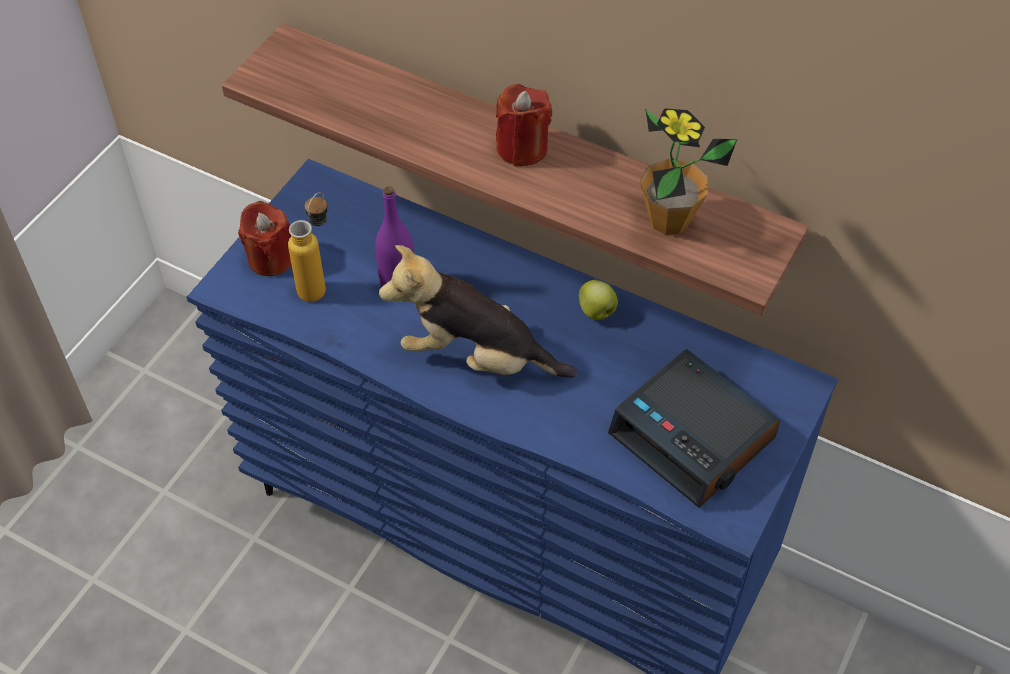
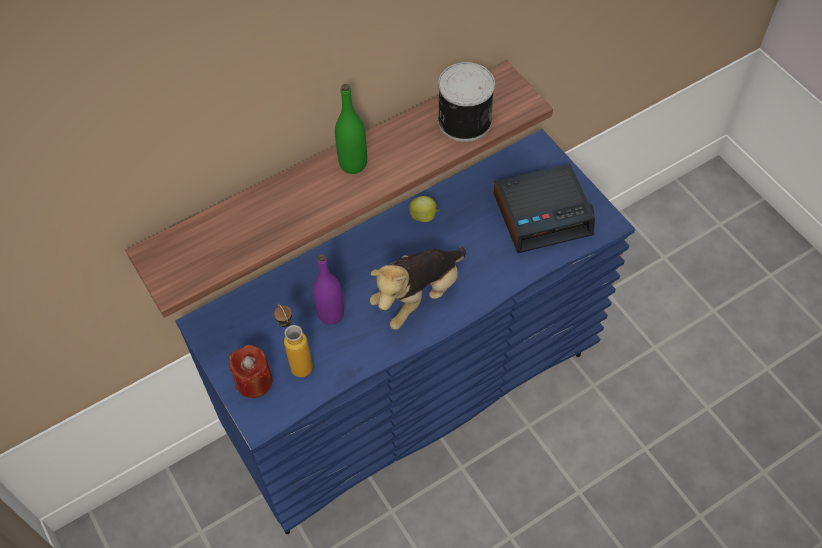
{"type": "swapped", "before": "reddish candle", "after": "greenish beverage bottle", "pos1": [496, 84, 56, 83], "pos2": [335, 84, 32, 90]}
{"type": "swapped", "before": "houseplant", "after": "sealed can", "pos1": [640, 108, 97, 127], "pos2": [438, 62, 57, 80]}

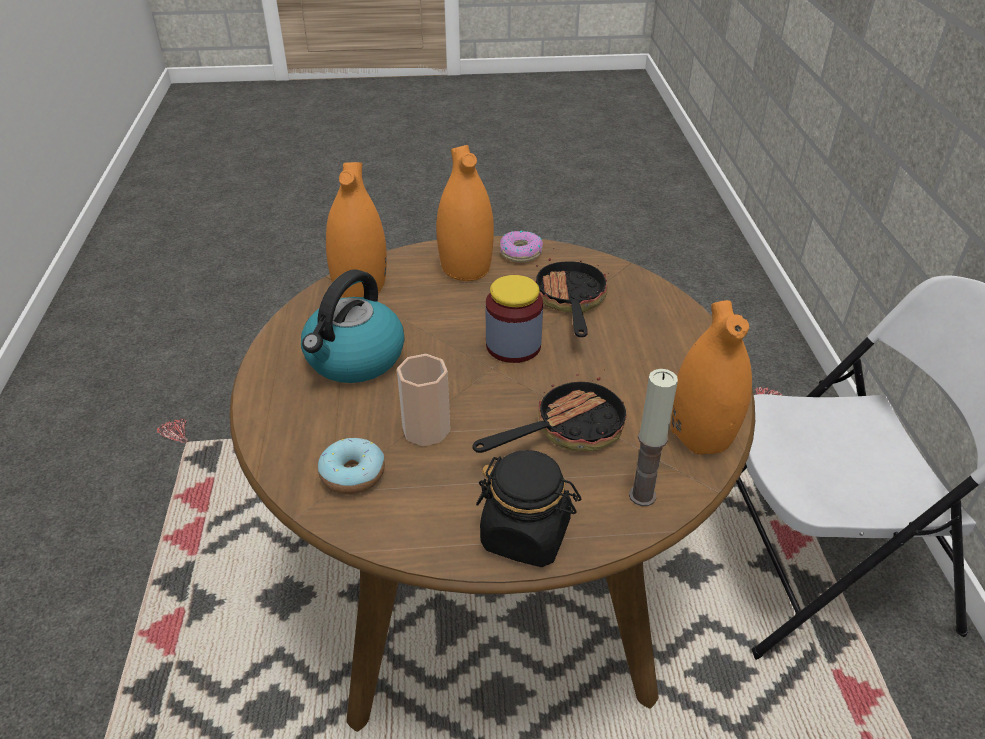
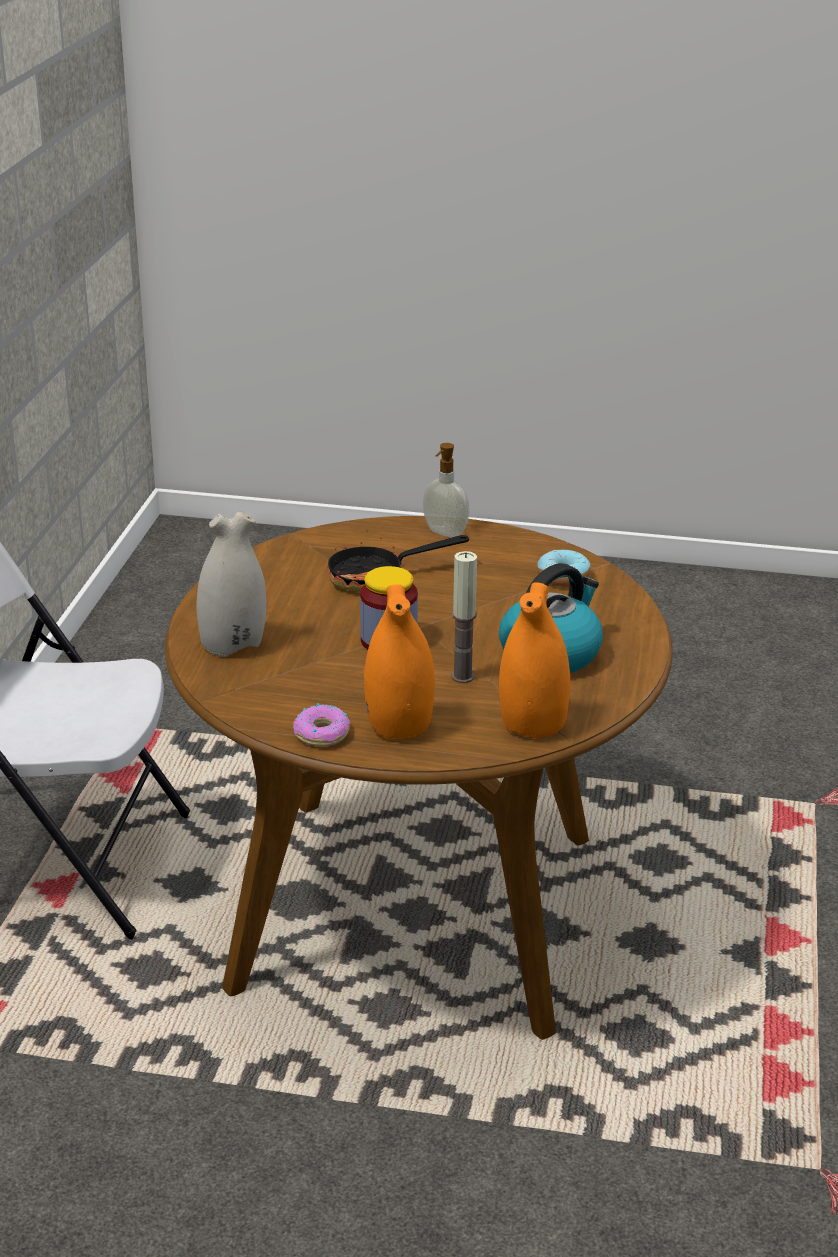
{"type": "gone", "before": "frying pan", "pos1": [535, 248, 74, 89]}
{"type": "gone", "before": "orange flower vase", "pos1": [671, 300, 81, 154]}
{"type": "gone", "before": "drinking cup", "pos1": [397, 354, 53, 92]}
{"type": "shifted", "before": "candle", "pos1": [629, 369, 49, 137], "pos2": [451, 551, 26, 132]}
{"type": "swapped", "before": "black-coloured jar", "after": "liquid soap bottle", "pos1": [476, 450, 105, 117], "pos2": [423, 443, 46, 94]}
{"type": "new", "after": "white-coloured flower vase", "pos2": [196, 512, 70, 145]}

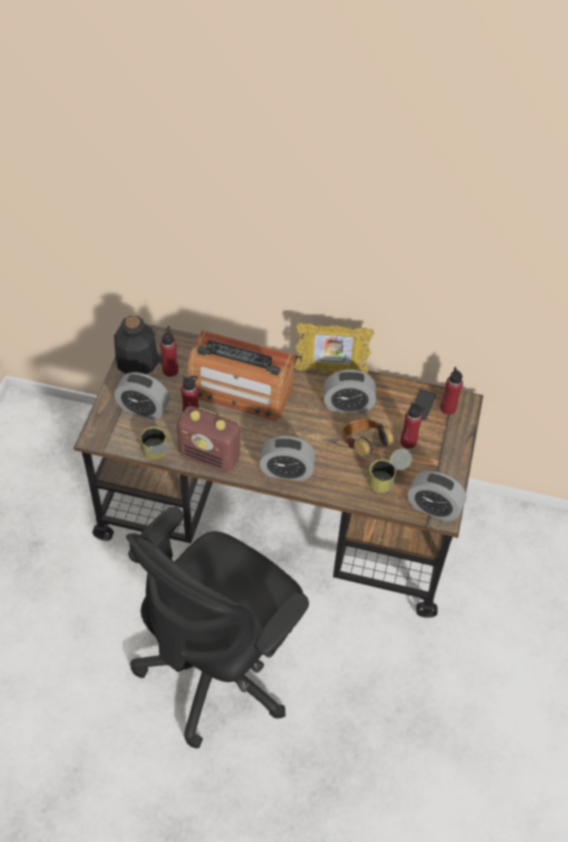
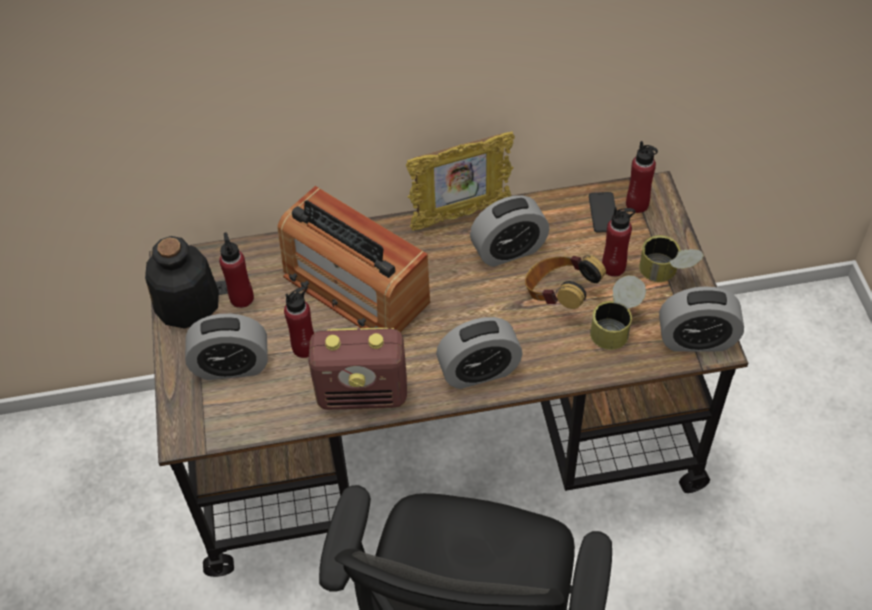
{"type": "rotated", "before": "radio", "pos1": [188, 330, 106, 91], "pos2": [277, 186, 153, 147], "turn": 45}
{"type": "shifted", "before": "sealed can", "pos1": [140, 427, 32, 33], "pos2": [639, 235, 65, 47]}

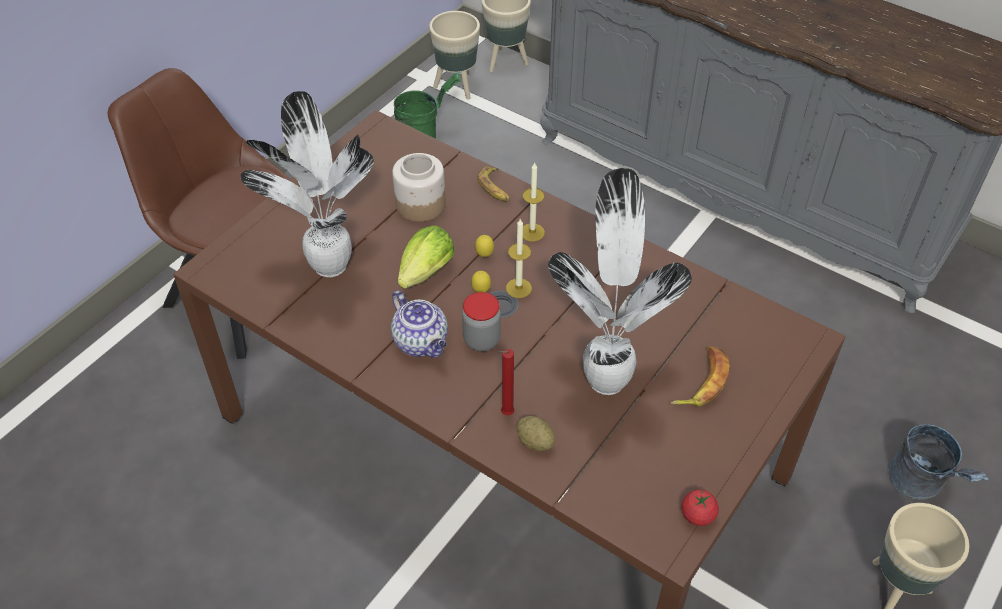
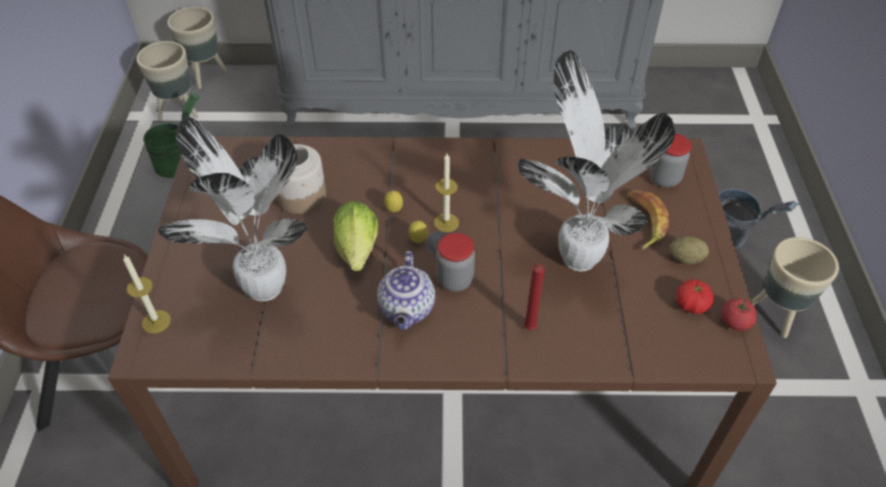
{"type": "shifted", "before": "candle", "pos1": [523, 162, 22, 80], "pos2": [123, 255, 48, 79]}
{"type": "gone", "before": "banana", "pos1": [478, 167, 32, 35]}
{"type": "rotated", "before": "pot for tea", "pos1": [391, 290, 57, 68], "pos2": [377, 251, 58, 79], "turn": 75}
{"type": "shifted", "before": "whole potato", "pos1": [517, 416, 38, 35], "pos2": [669, 236, 40, 28]}
{"type": "new", "after": "jar", "pos2": [649, 133, 42, 54]}
{"type": "new", "after": "fresh tomato", "pos2": [676, 280, 38, 34]}

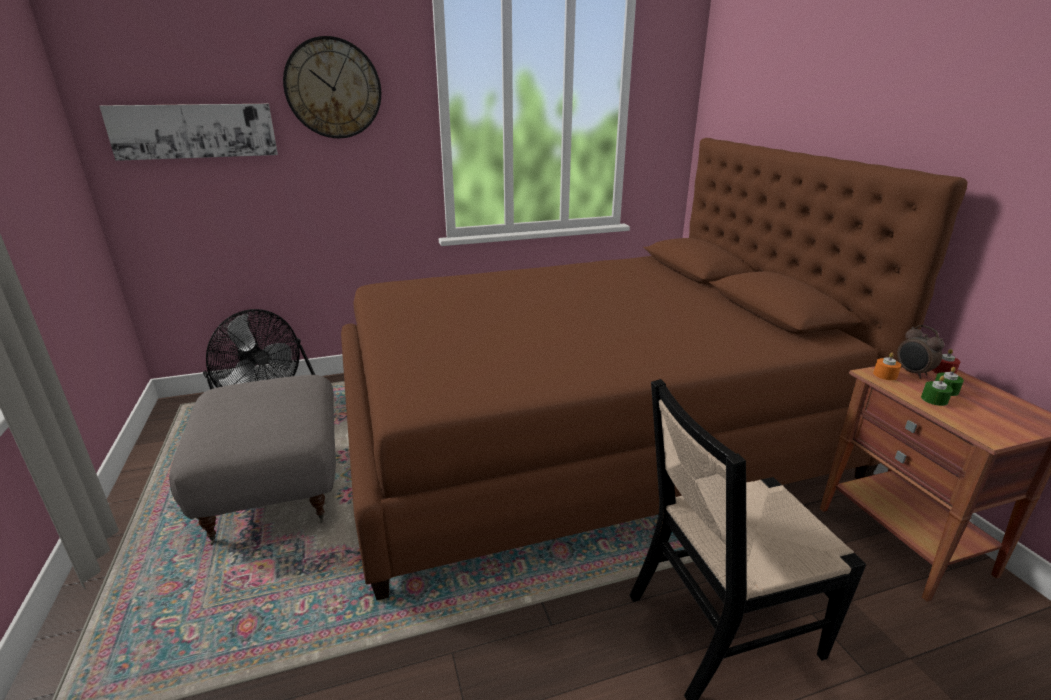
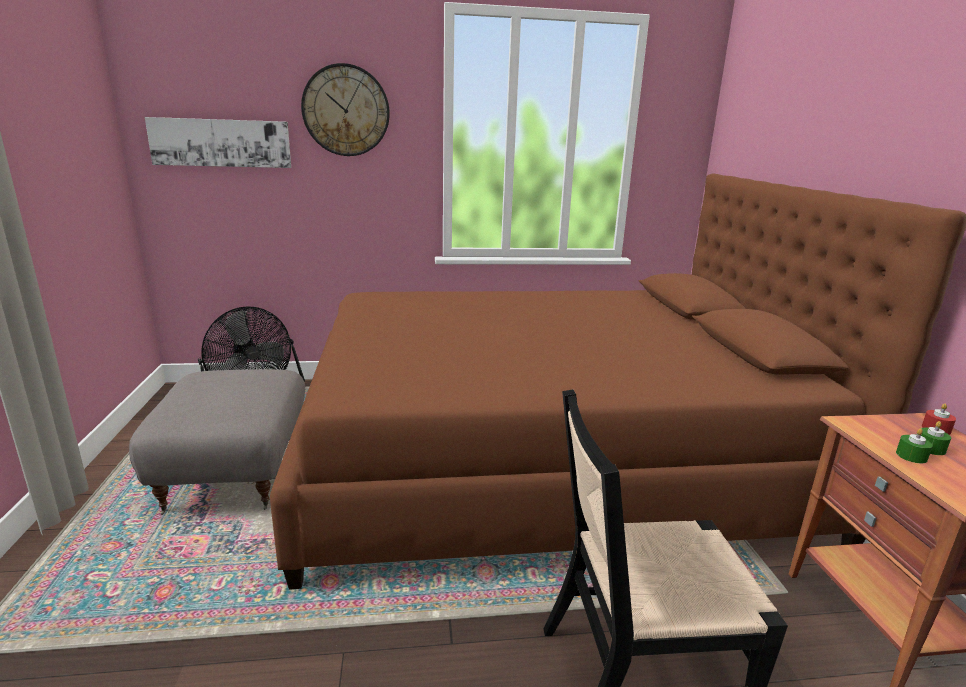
{"type": "gone", "before": "bedside clock", "pos1": [897, 325, 48, 54]}
{"type": "gone", "before": "orange candle", "pos1": [873, 353, 28, 27]}

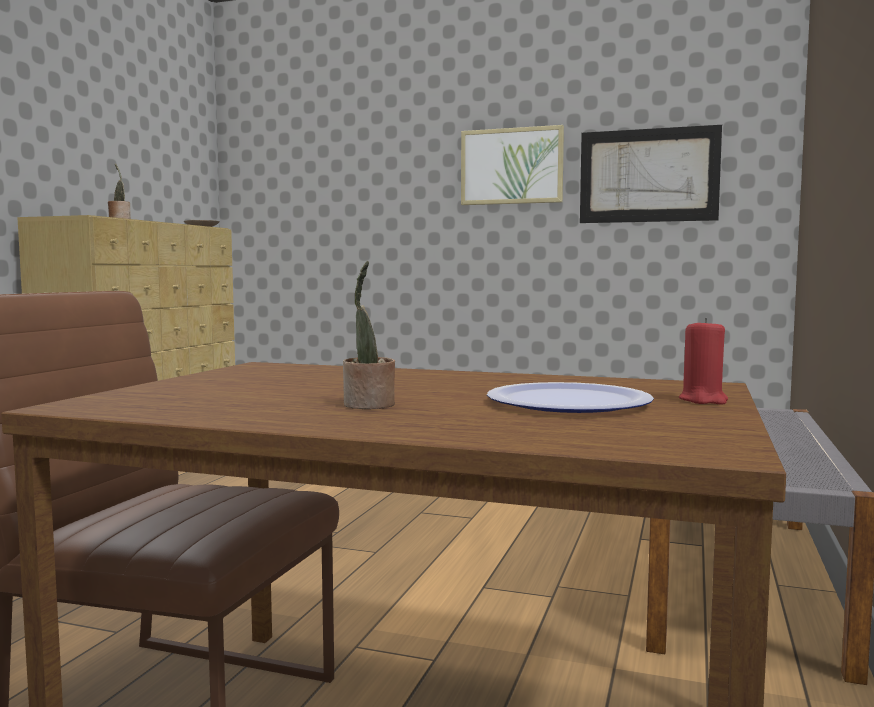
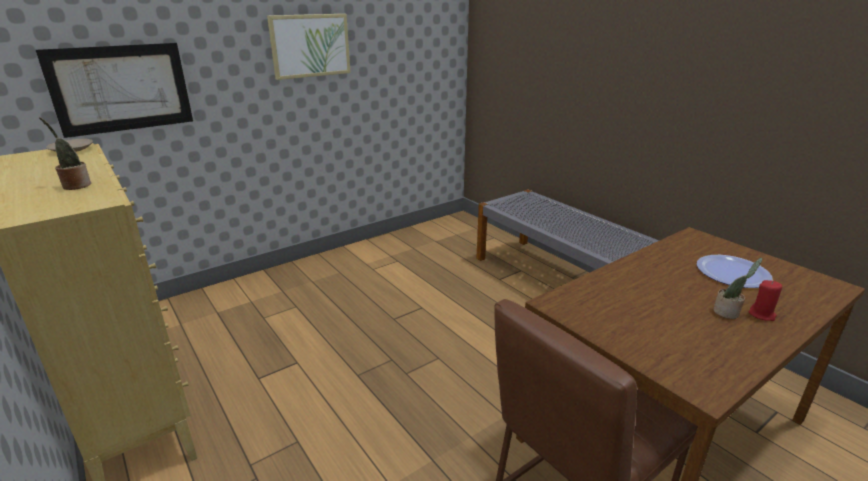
{"type": "shifted", "before": "picture", "pos1": [580, 125, 142, 98], "pos2": [36, 43, 157, 95]}
{"type": "shifted", "before": "reddish candle", "pos1": [679, 318, 49, 87], "pos2": [748, 280, 34, 41]}

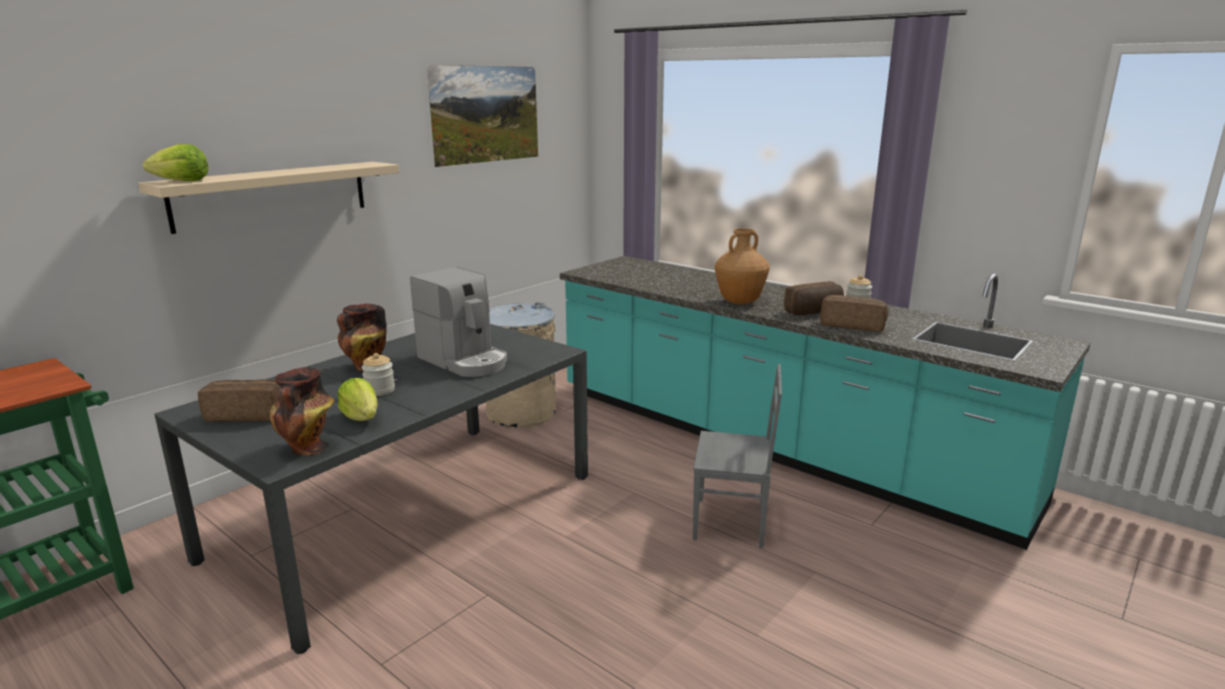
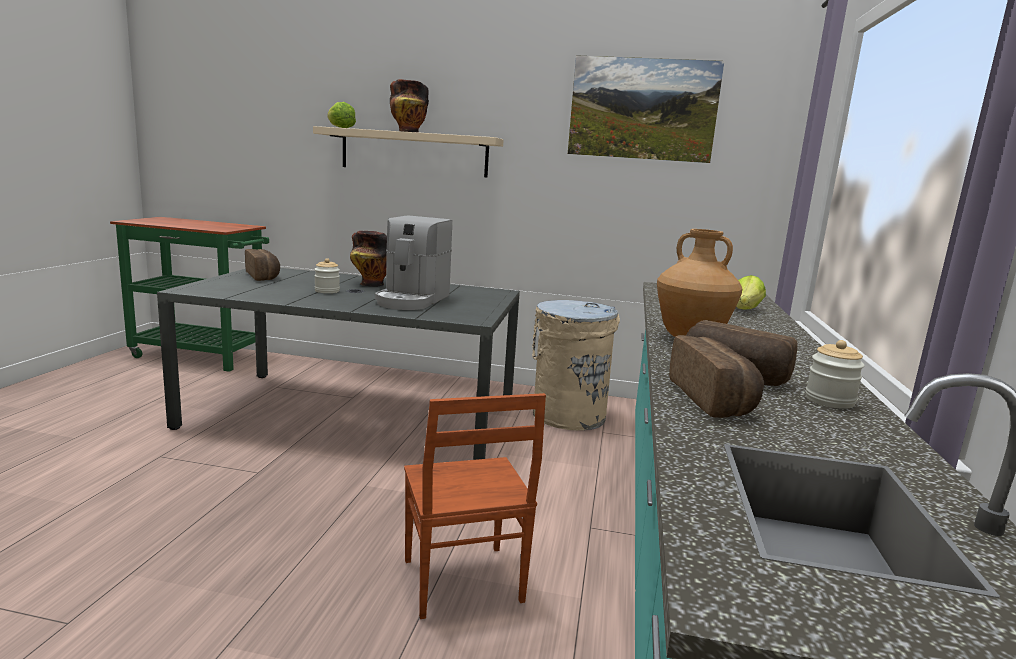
{"type": "repainted", "before": "grey chair", "after": "brownish chair", "pos1": [693, 364, 89, 184], "pos2": [404, 393, 142, 226]}
{"type": "shifted", "before": "flower vase", "pos1": [270, 368, 65, 88], "pos2": [390, 79, 39, 54]}
{"type": "shifted", "before": "lettuce", "pos1": [338, 378, 40, 43], "pos2": [736, 275, 30, 34]}

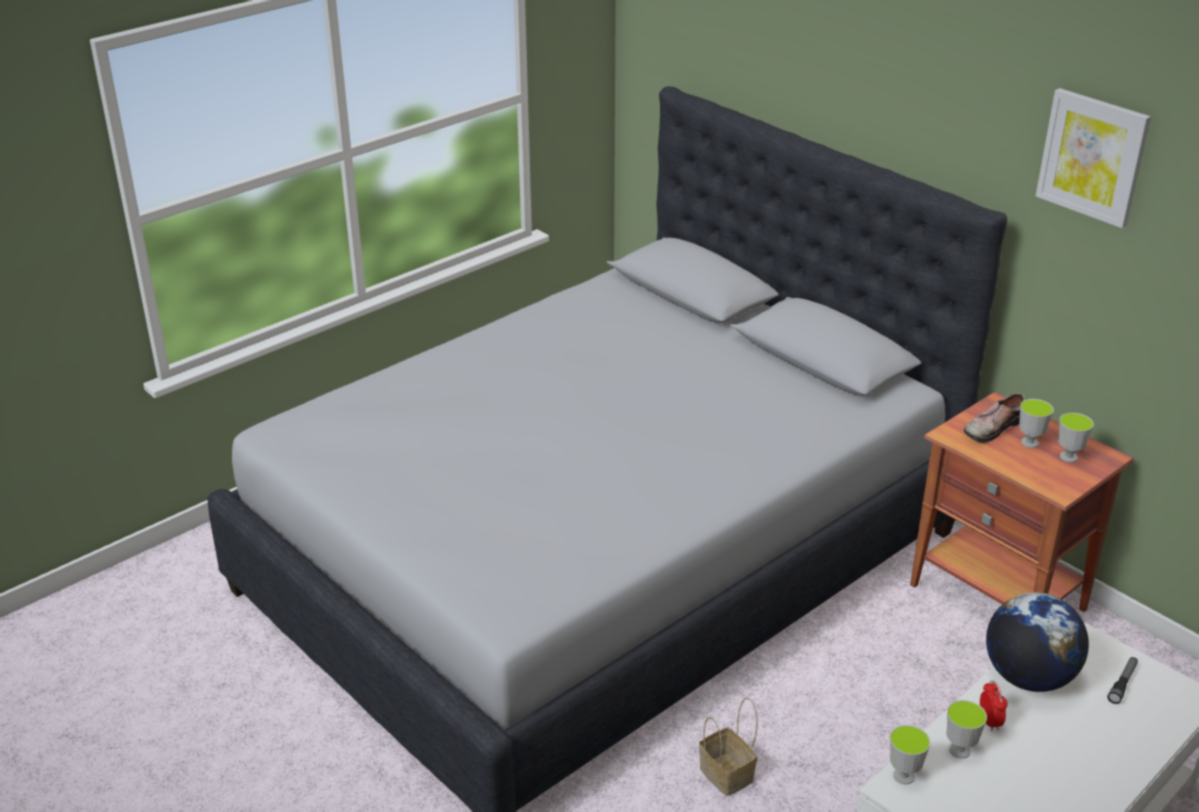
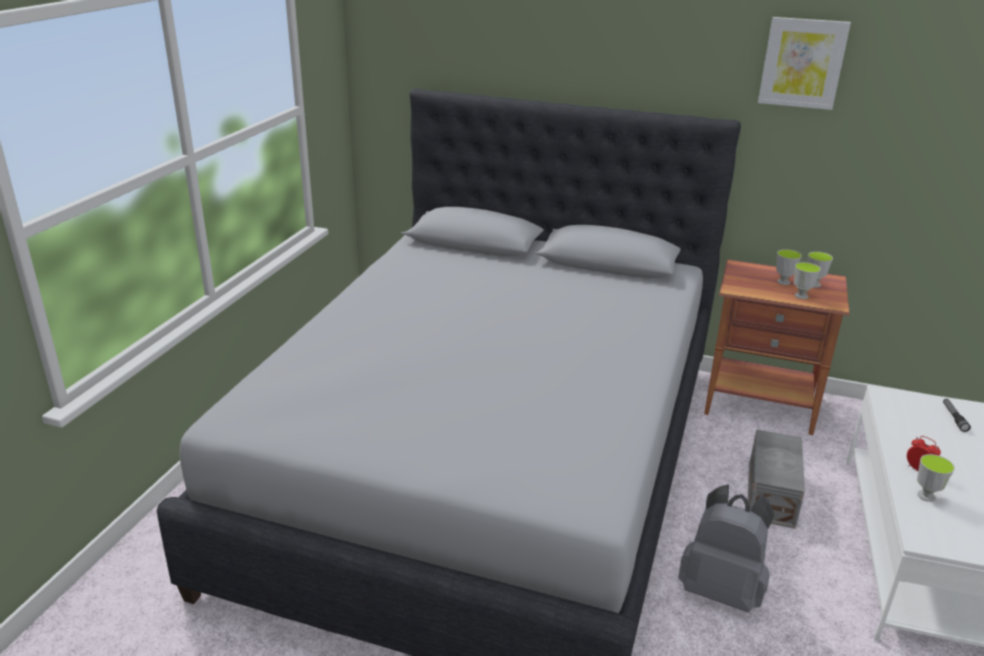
{"type": "gone", "before": "low shoe", "pos1": [964, 393, 62, 50]}
{"type": "gone", "before": "desk globe", "pos1": [986, 592, 103, 100]}
{"type": "swapped", "before": "storage basket", "after": "grey knapsack", "pos1": [699, 697, 59, 99], "pos2": [678, 484, 97, 128]}
{"type": "shifted", "before": "drinking cup", "pos1": [890, 725, 41, 59], "pos2": [794, 262, 27, 37]}
{"type": "new", "after": "grey storage box", "pos2": [748, 429, 57, 100]}

